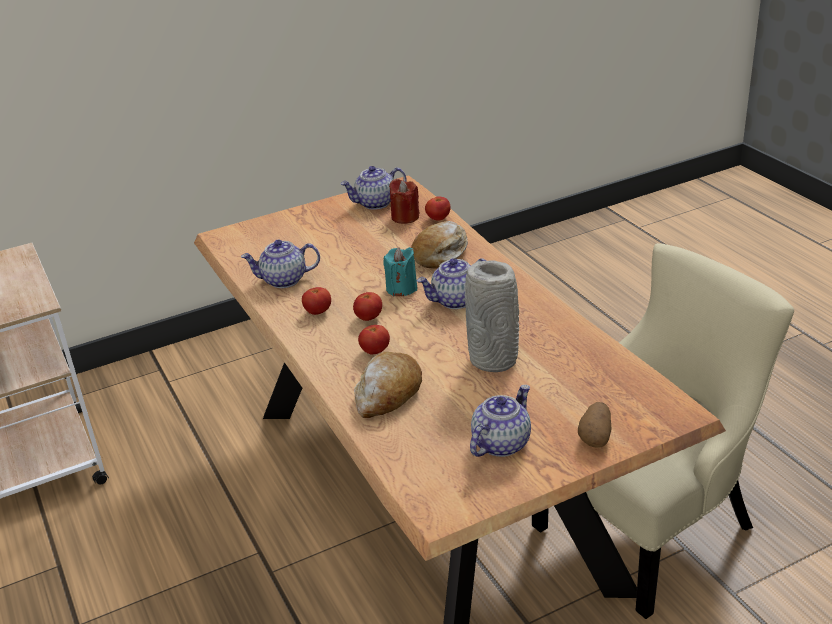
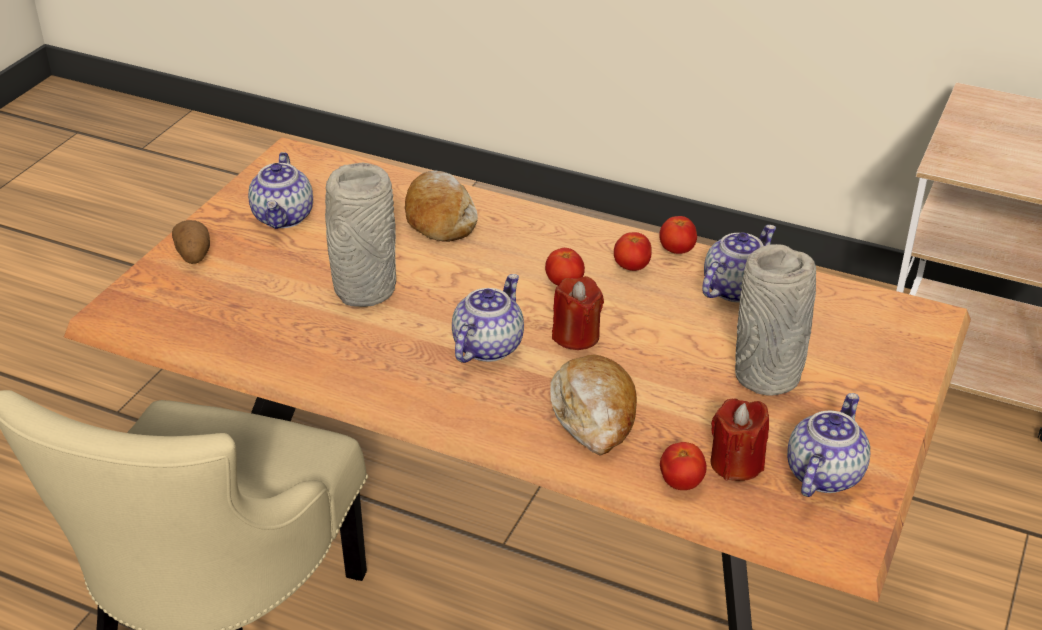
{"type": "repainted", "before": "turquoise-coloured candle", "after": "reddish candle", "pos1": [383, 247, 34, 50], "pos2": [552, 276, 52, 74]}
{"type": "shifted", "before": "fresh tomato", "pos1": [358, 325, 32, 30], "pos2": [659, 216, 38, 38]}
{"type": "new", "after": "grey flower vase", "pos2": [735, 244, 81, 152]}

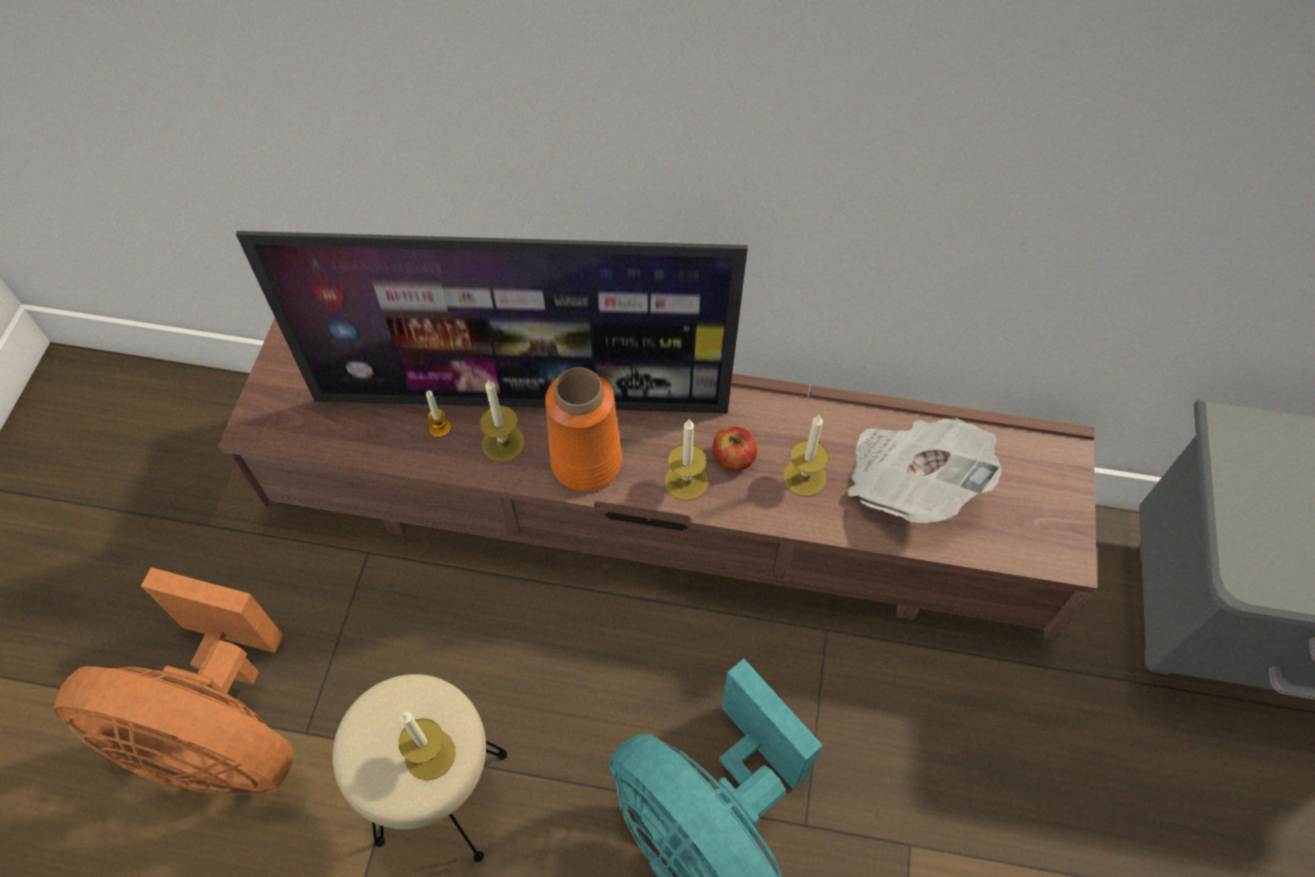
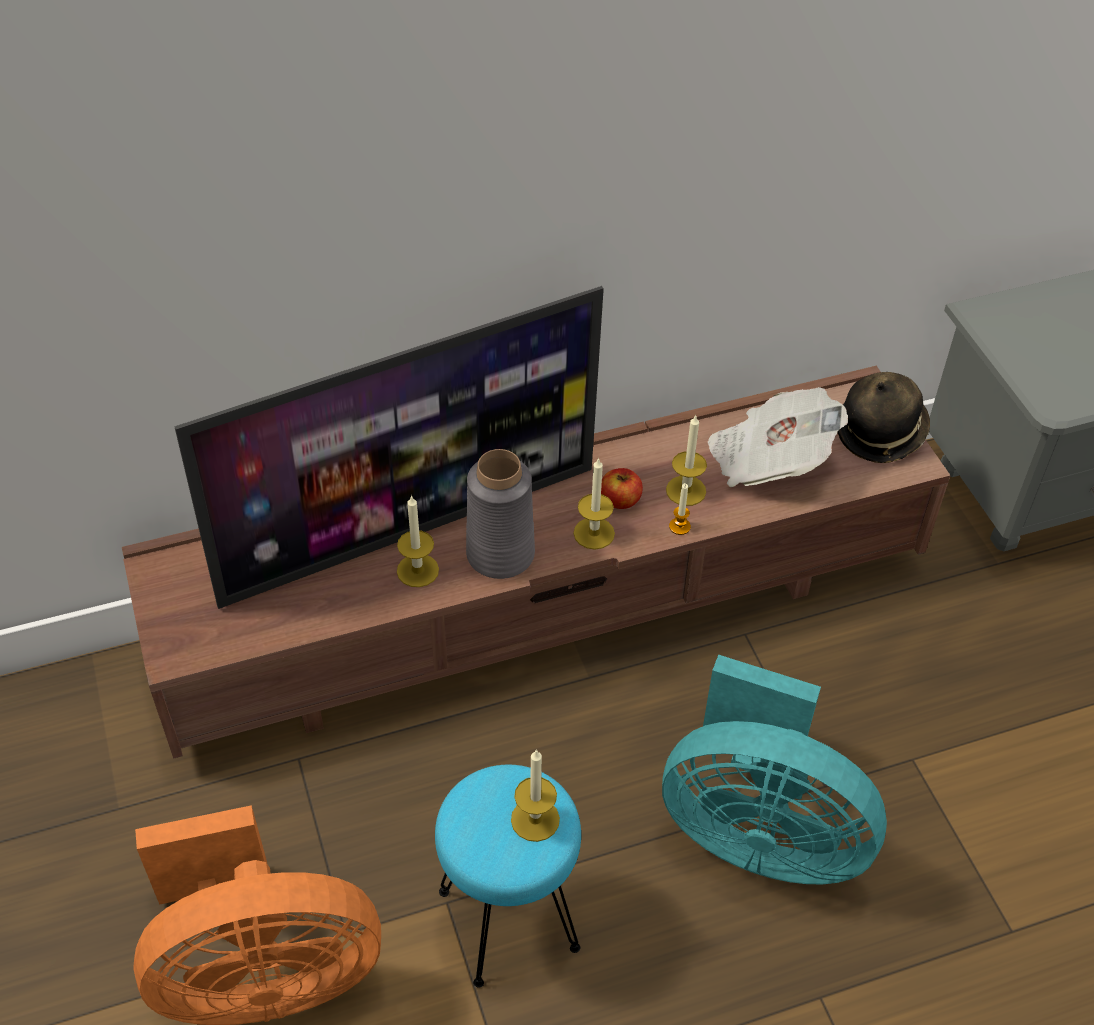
{"type": "repainted", "before": "orange flower vase", "after": "grey flower vase", "pos1": [545, 367, 77, 124], "pos2": [466, 449, 69, 130]}
{"type": "shifted", "before": "candle", "pos1": [426, 390, 25, 47], "pos2": [669, 483, 22, 52]}
{"type": "repainted", "before": "beige-coloured stool", "after": "turquoise-coloured stool", "pos1": [333, 674, 174, 188], "pos2": [435, 765, 146, 223]}
{"type": "new", "after": "hat", "pos2": [837, 372, 93, 91]}

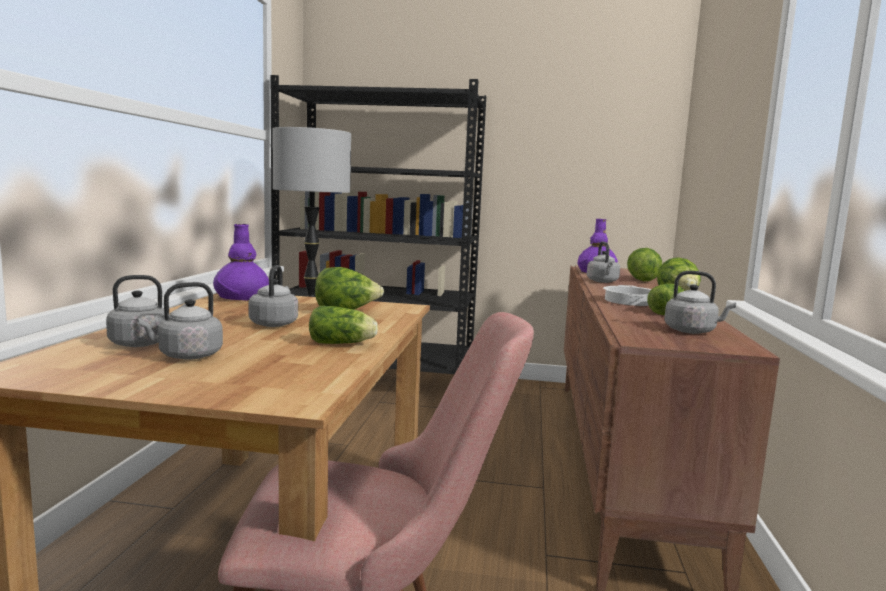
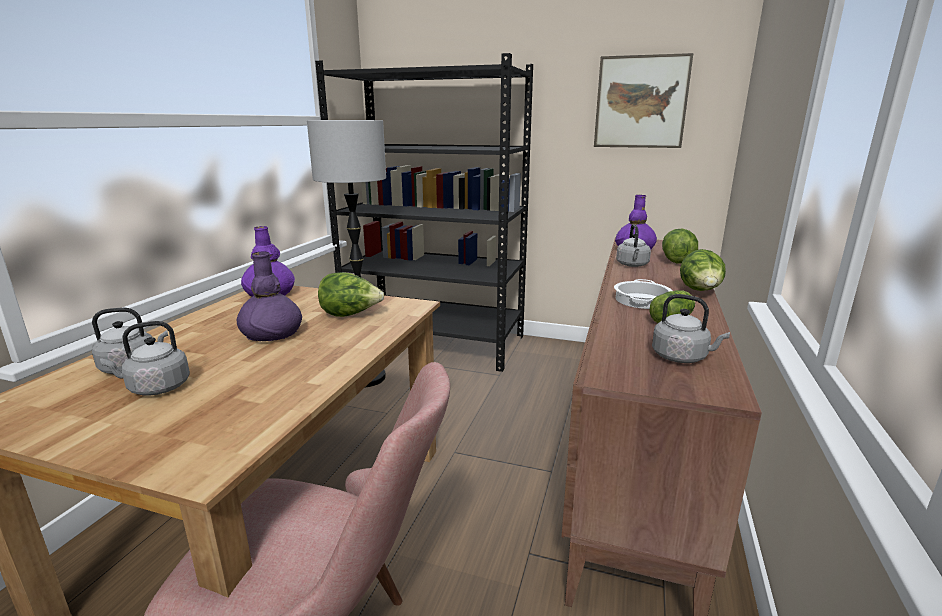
{"type": "swapped", "before": "grey water kettle", "after": "purplish flower vase", "pos1": [248, 265, 50, 62], "pos2": [237, 251, 65, 90]}
{"type": "gone", "before": "lettuce", "pos1": [309, 306, 69, 38]}
{"type": "new", "after": "picture", "pos2": [594, 53, 99, 95]}

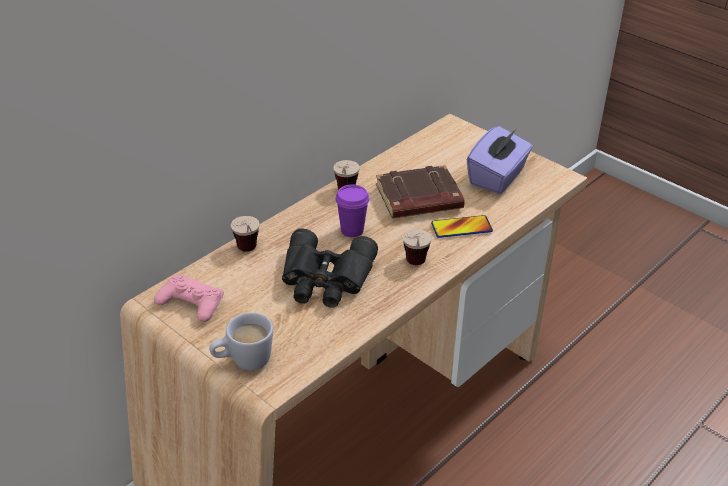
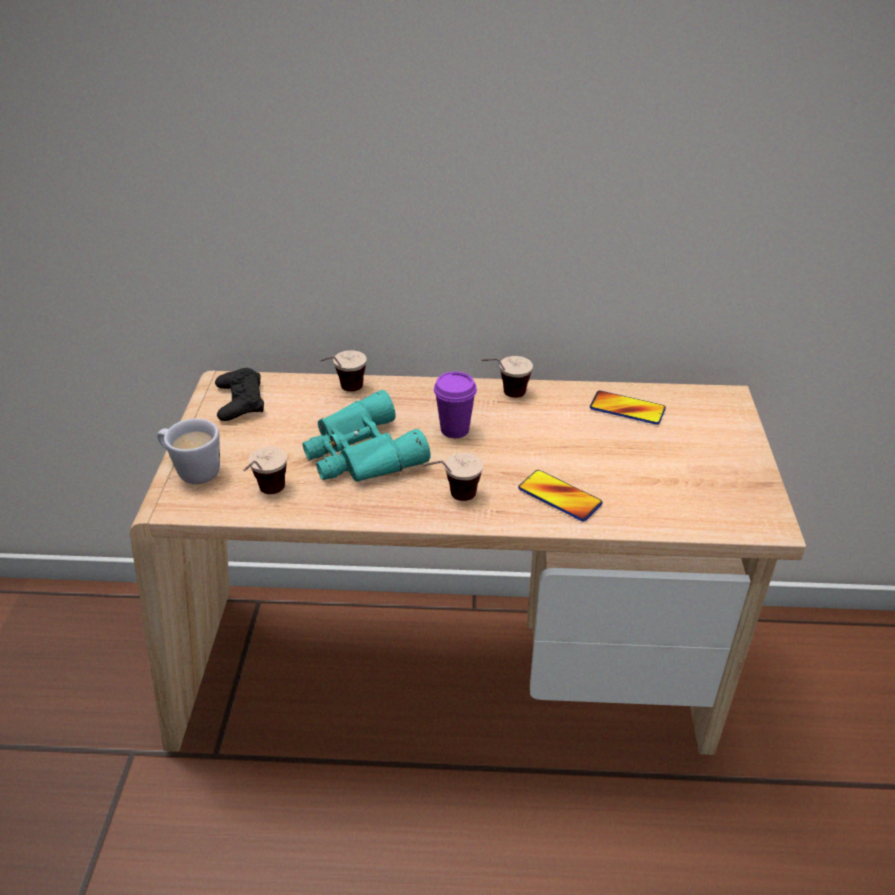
{"type": "gone", "before": "purplish tissue holder", "pos1": [467, 126, 66, 68]}
{"type": "gone", "before": "brownish bound book", "pos1": [376, 165, 89, 53]}
{"type": "repainted", "before": "black-coloured field glasses", "after": "turquoise-coloured field glasses", "pos1": [282, 228, 96, 80], "pos2": [302, 390, 129, 92]}
{"type": "repainted", "before": "pinkish game controller", "after": "black-coloured game controller", "pos1": [154, 275, 70, 47], "pos2": [215, 368, 49, 53]}
{"type": "new", "after": "telephone", "pos2": [590, 391, 76, 34]}
{"type": "new", "after": "drinking cup", "pos2": [243, 447, 44, 47]}

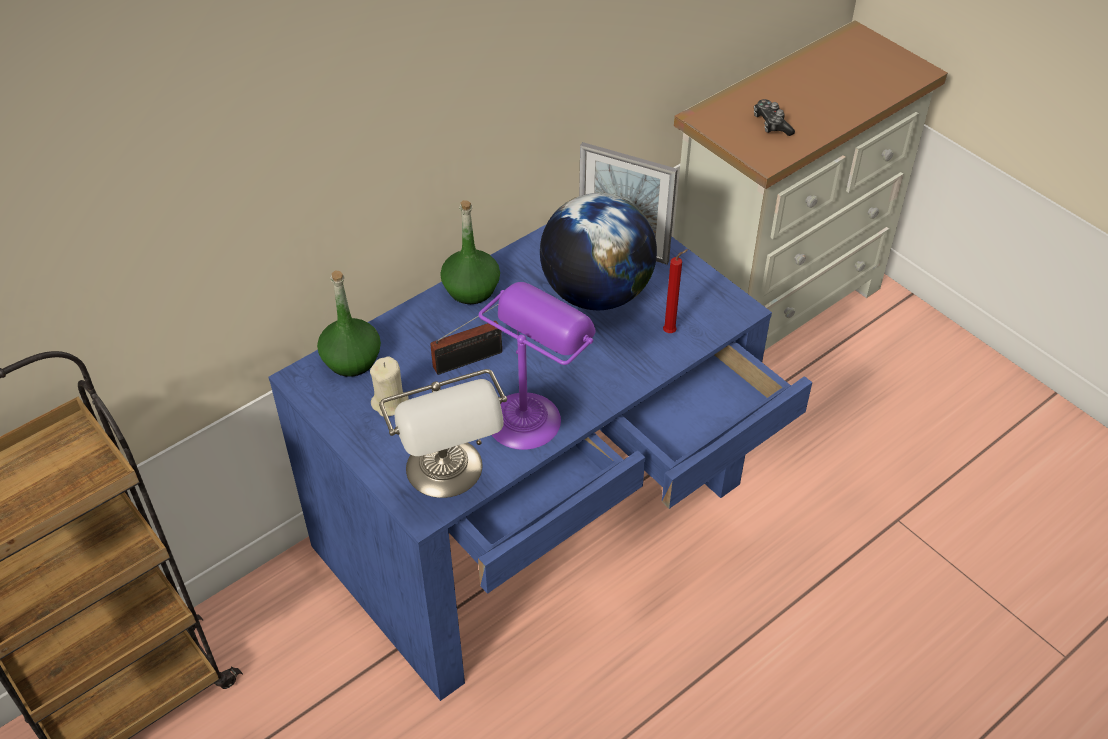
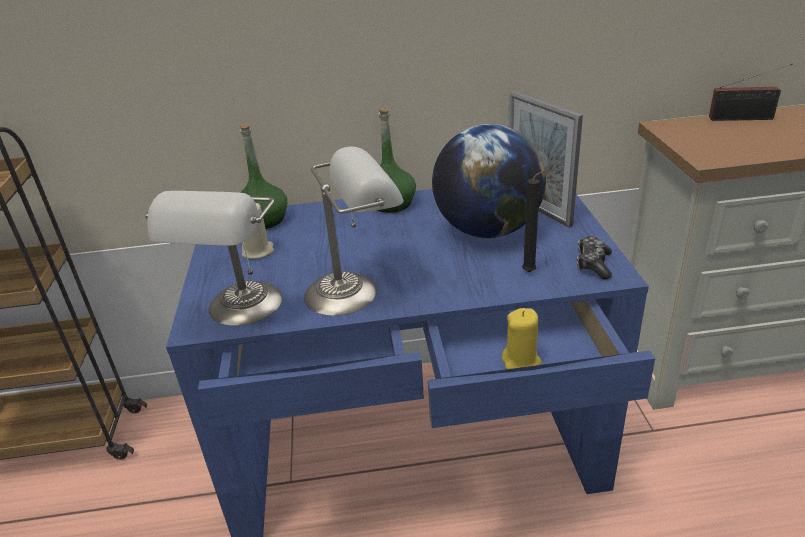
{"type": "shifted", "before": "game controller", "pos1": [754, 99, 41, 37], "pos2": [577, 236, 35, 44]}
{"type": "repainted", "before": "reddish candle", "after": "black-coloured candle", "pos1": [663, 249, 25, 84], "pos2": [522, 170, 25, 102]}
{"type": "repainted", "before": "purplish tabletop lamp", "after": "white-coloured tabletop lamp", "pos1": [479, 282, 116, 168], "pos2": [304, 147, 100, 169]}
{"type": "shifted", "before": "radio", "pos1": [430, 304, 72, 71], "pos2": [709, 64, 84, 57]}
{"type": "new", "after": "yellow-coloured candle", "pos2": [502, 308, 40, 61]}

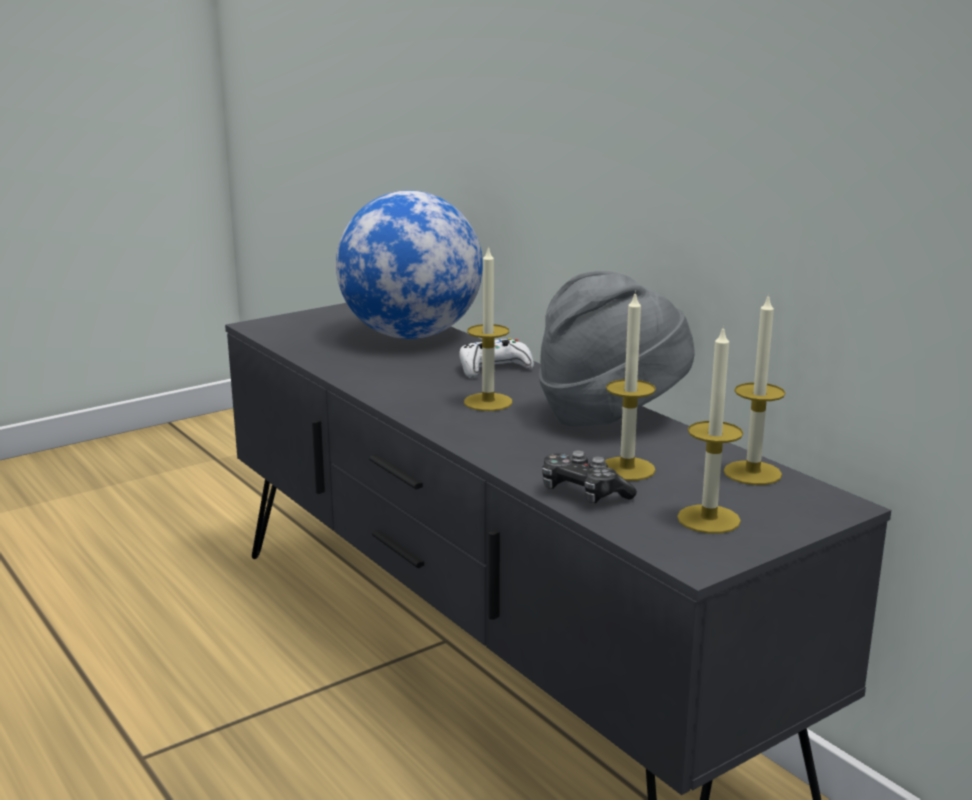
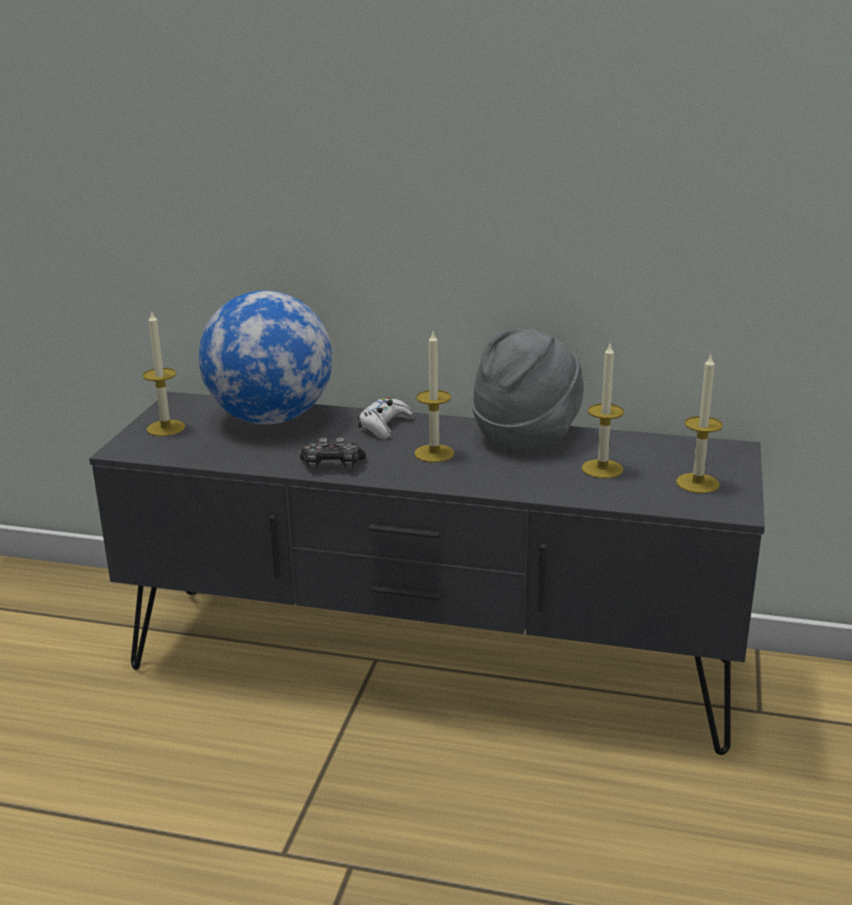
{"type": "shifted", "before": "candle", "pos1": [724, 294, 62, 191], "pos2": [143, 310, 42, 126]}
{"type": "shifted", "before": "game controller", "pos1": [542, 450, 95, 54], "pos2": [300, 437, 66, 32]}

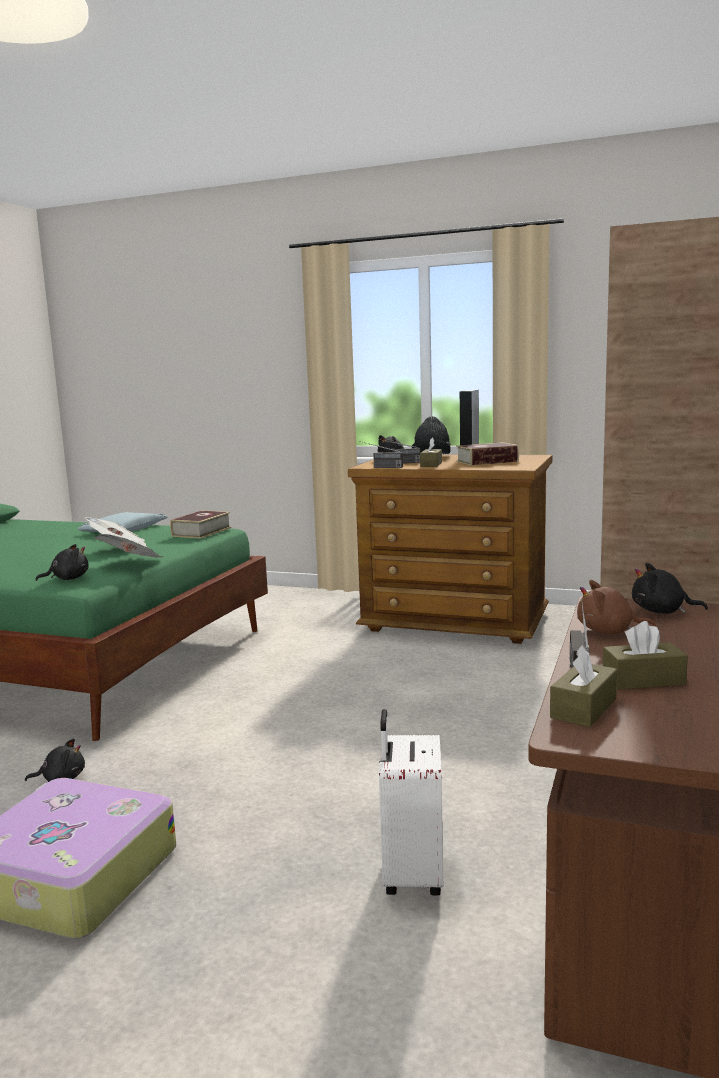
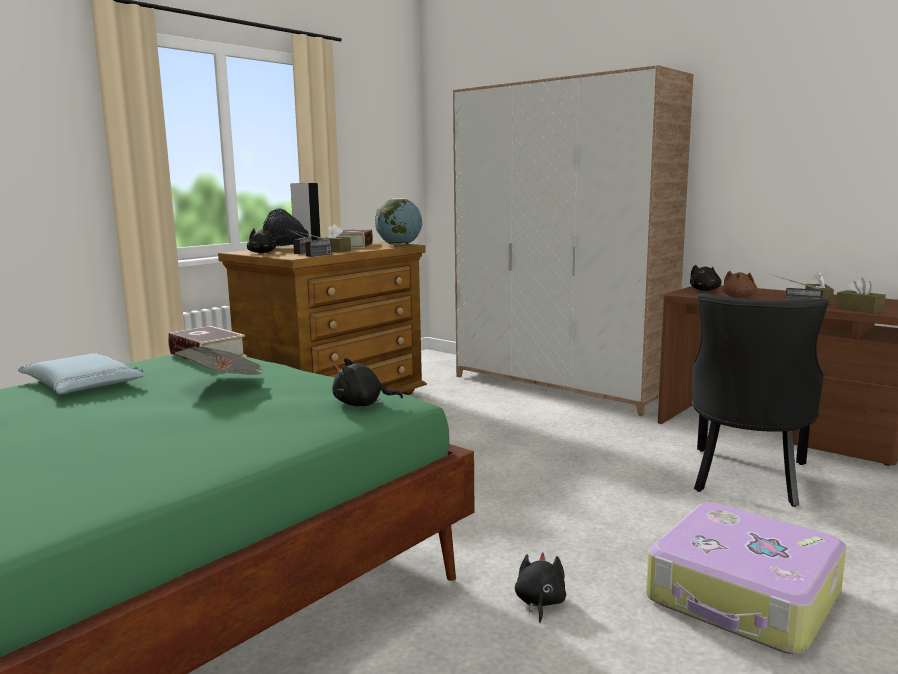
{"type": "gone", "before": "newspaper", "pos1": [94, 534, 69, 24]}
{"type": "rotated", "before": "black-coloured plush toy", "pos1": [36, 544, 53, 37], "pos2": [332, 358, 71, 48], "turn": -90}
{"type": "swapped", "before": "white-coloured piece of luggage", "after": "black-coloured chair", "pos1": [379, 709, 64, 186], "pos2": [692, 293, 136, 214]}
{"type": "new", "after": "desk globe", "pos2": [375, 198, 47, 48]}

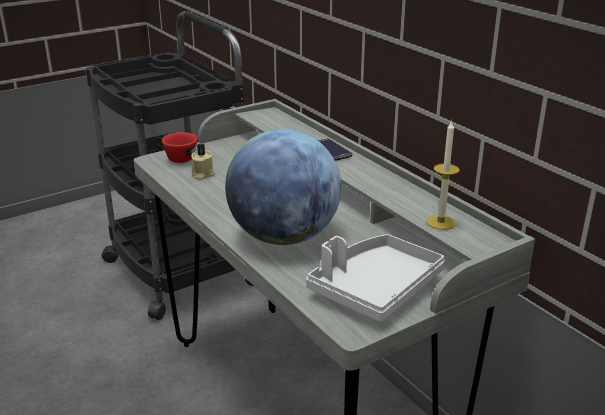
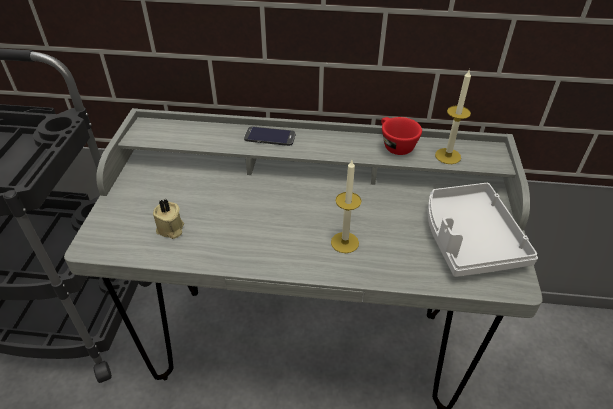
{"type": "swapped", "before": "desk globe", "after": "candle", "pos1": [225, 129, 116, 116], "pos2": [331, 160, 31, 93]}
{"type": "shifted", "before": "reddish drinking cup", "pos1": [162, 132, 35, 31], "pos2": [381, 117, 41, 38]}

